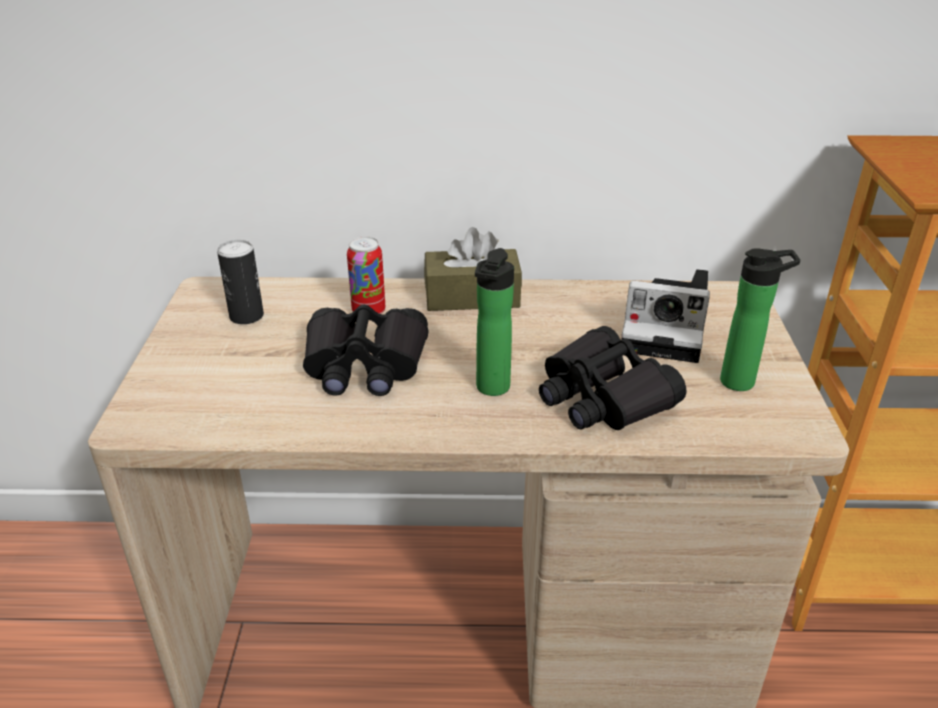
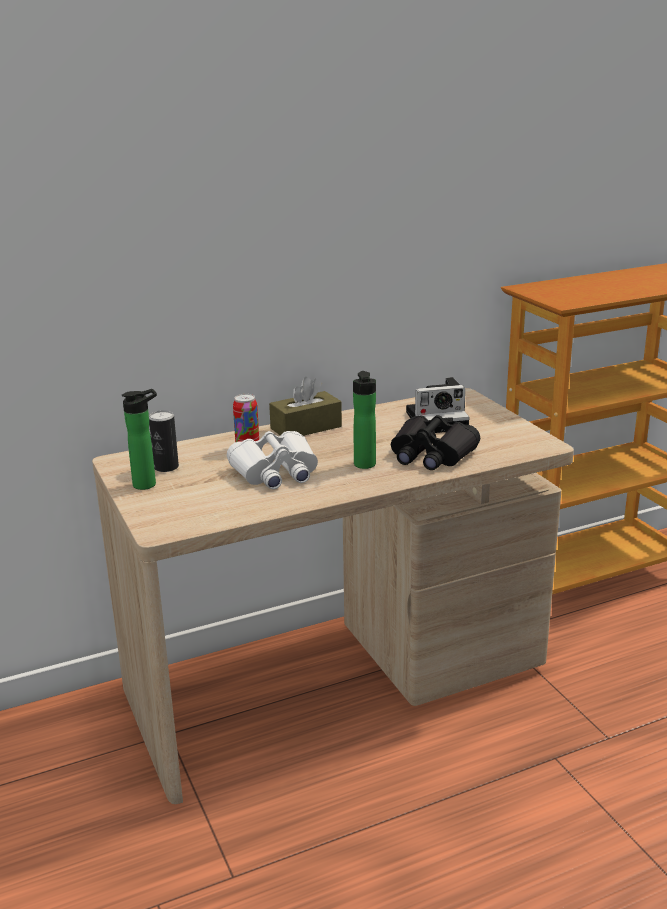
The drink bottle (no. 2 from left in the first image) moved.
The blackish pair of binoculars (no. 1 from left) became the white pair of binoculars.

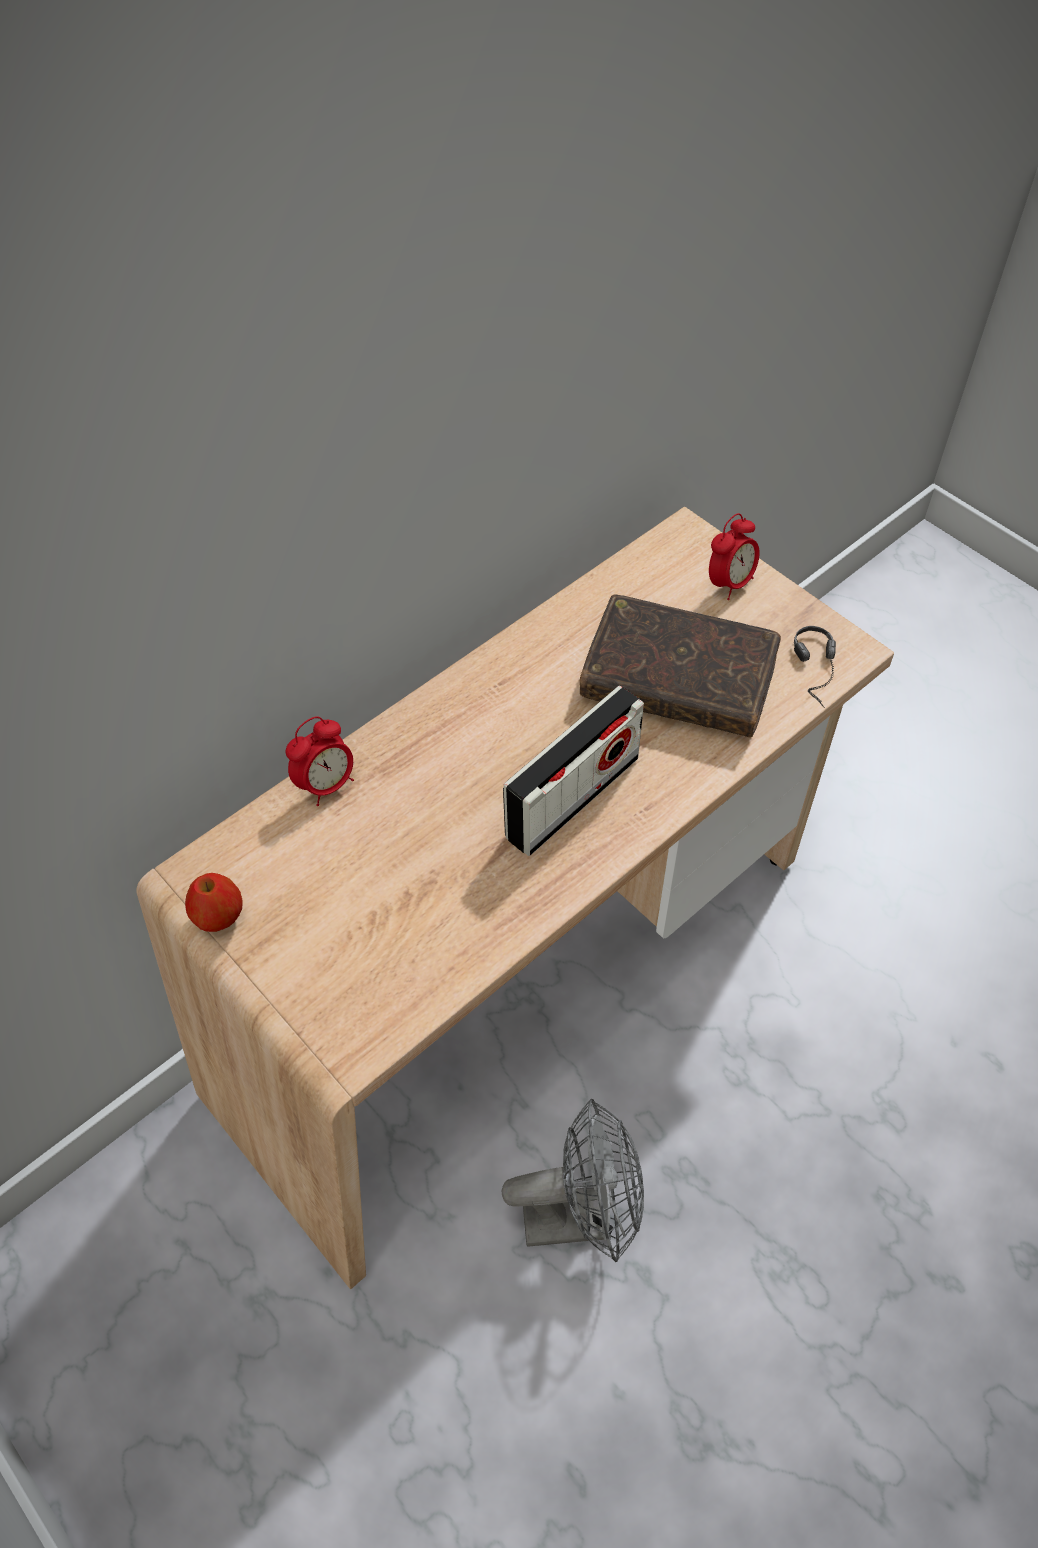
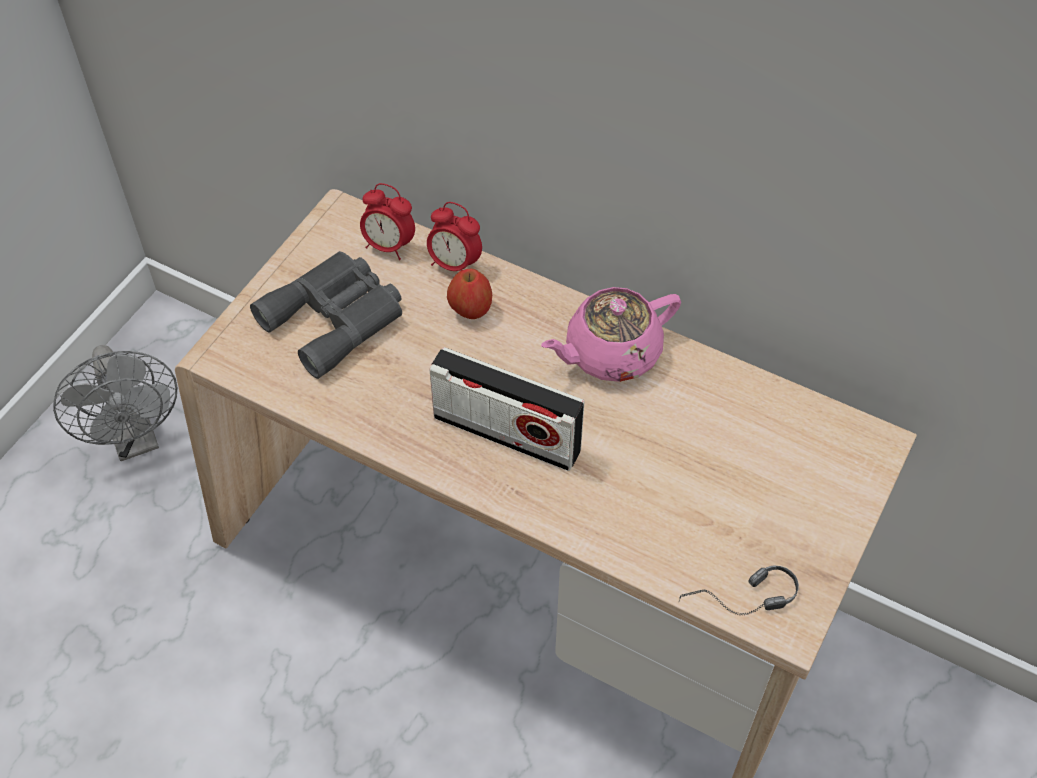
The table clock (no. 2 from left in the first image) moved.
The brownish volume disappeared.
The apple fruit moved.
The grey fan moved.
The grey pair of binoculars appeared.
The pink pot for tea appeared.

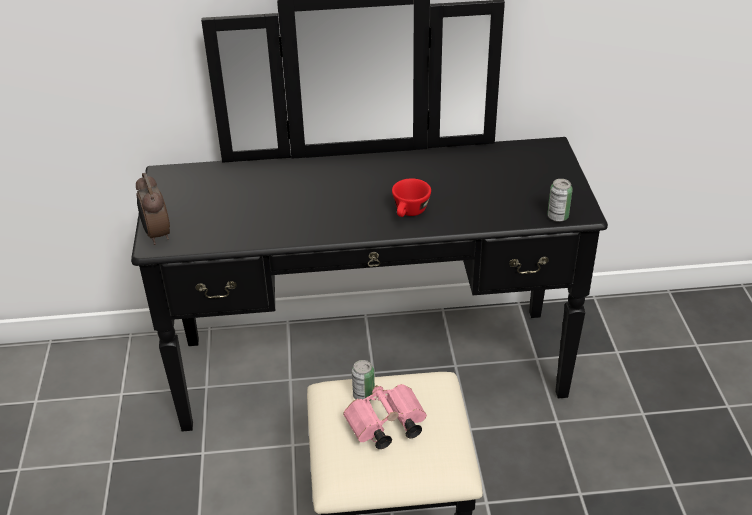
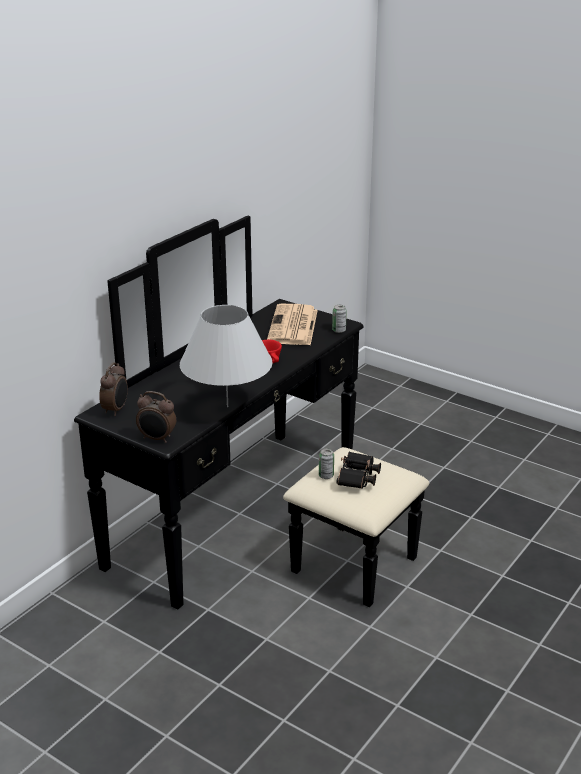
The pink pair of binoculars became the blackish pair of binoculars.
The newspaper appeared.
The white table lamp appeared.
The table clock (no. 1 from left) appeared.

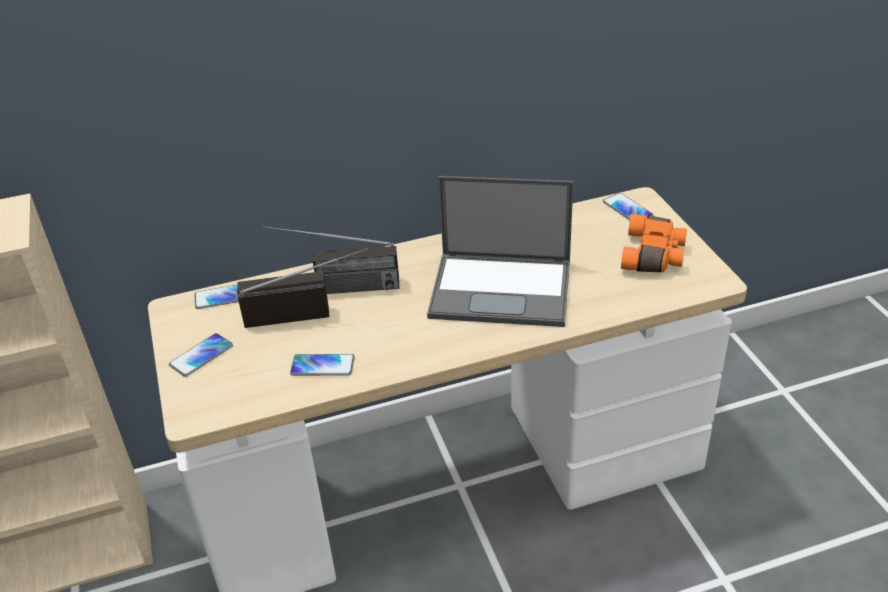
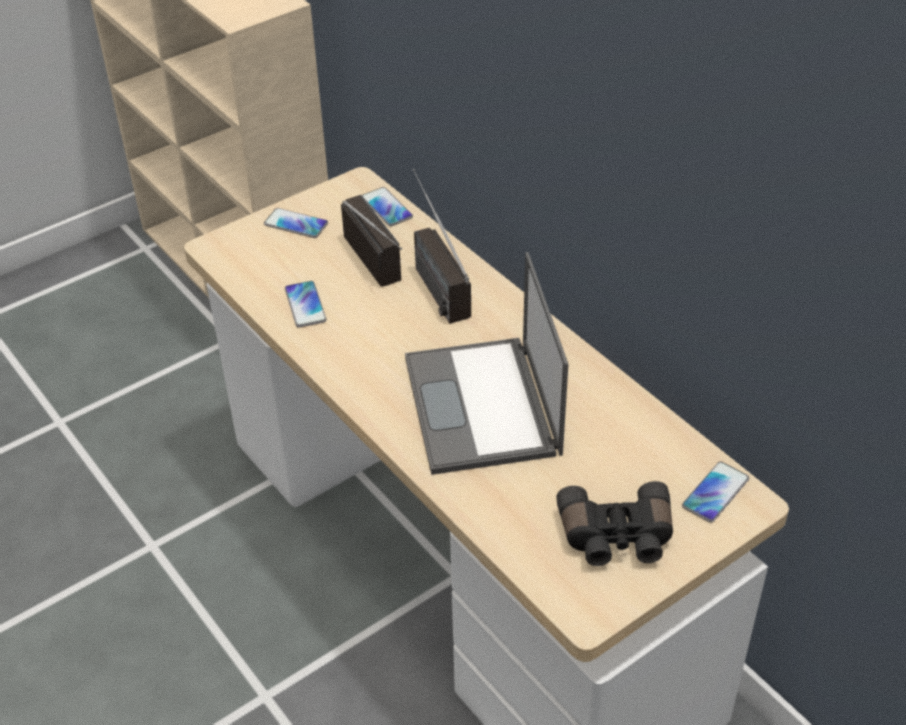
The orange pair of binoculars became the blackish pair of binoculars.

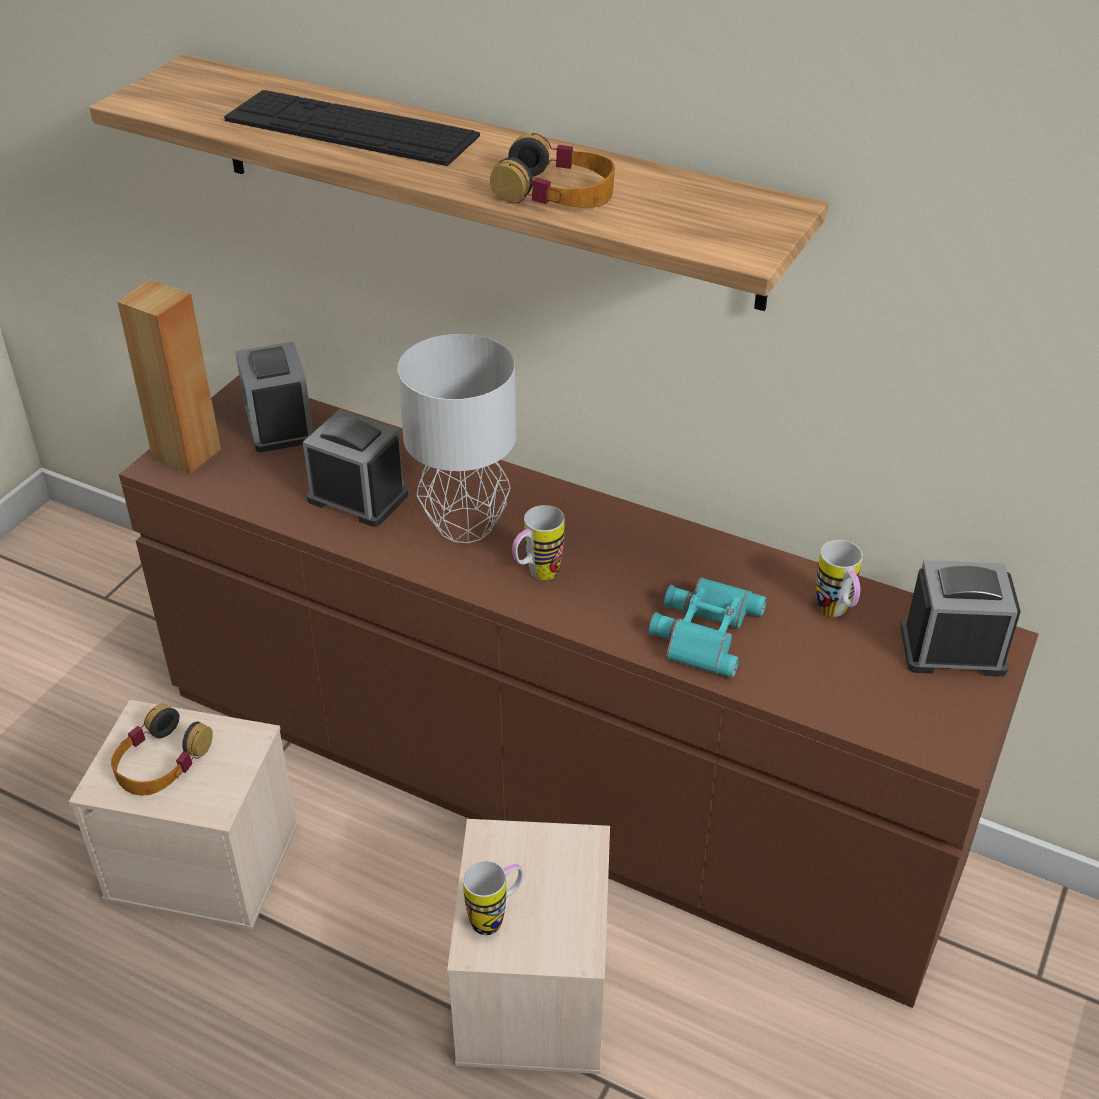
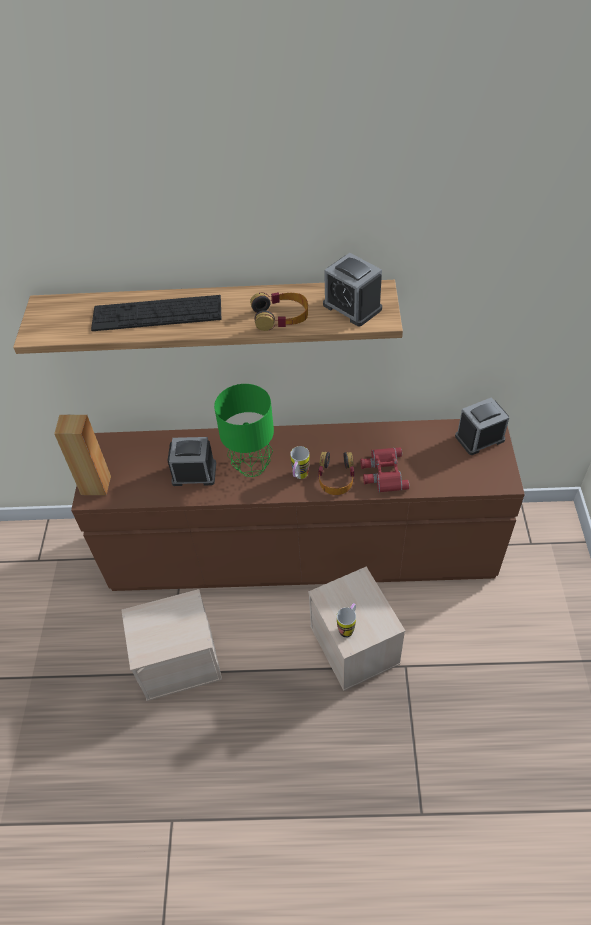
The grey table lamp became the green-coloured table lamp.
The table clock (no. 1 from left in the first image) moved.
The tea mug (no. 3 from left) disappeared.
The blue-green pair of binoculars became the reddish pair of binoculars.
The headphones (no. 1 from left in the first image) moved.

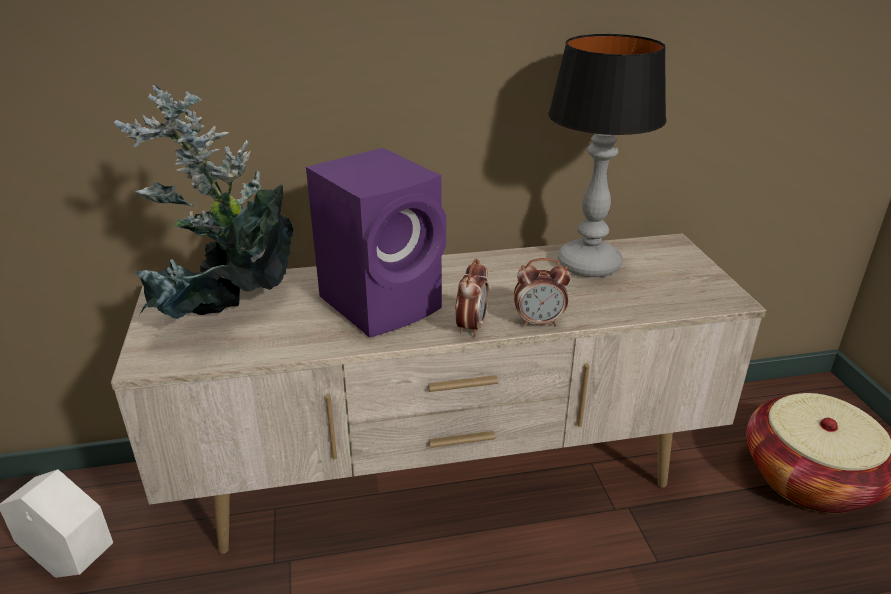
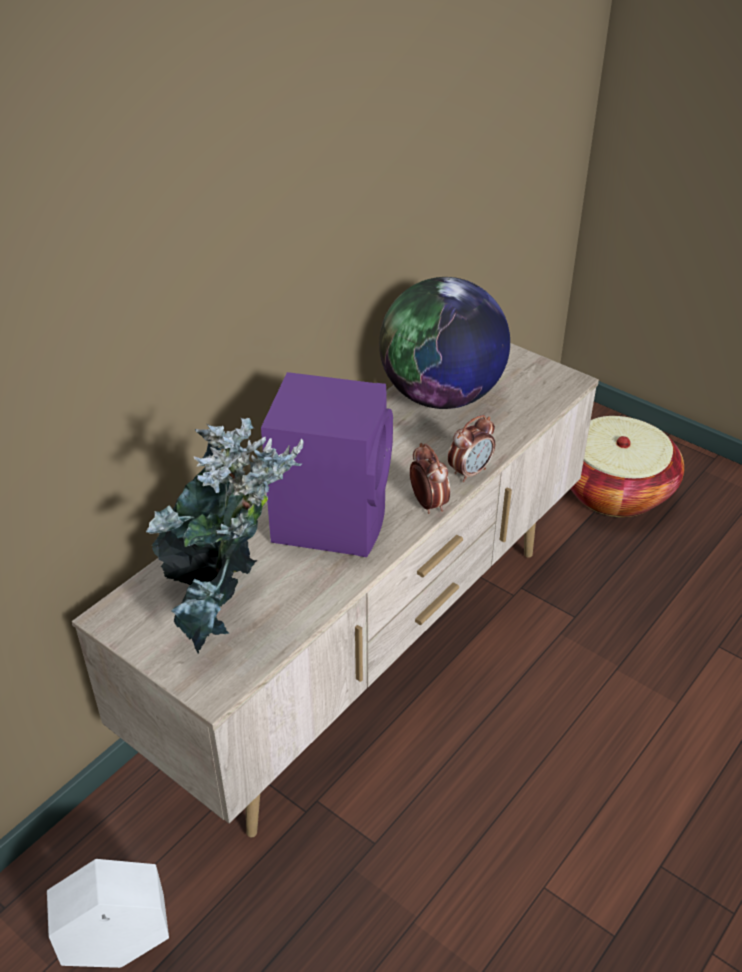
The table lamp was replaced by the world globe.

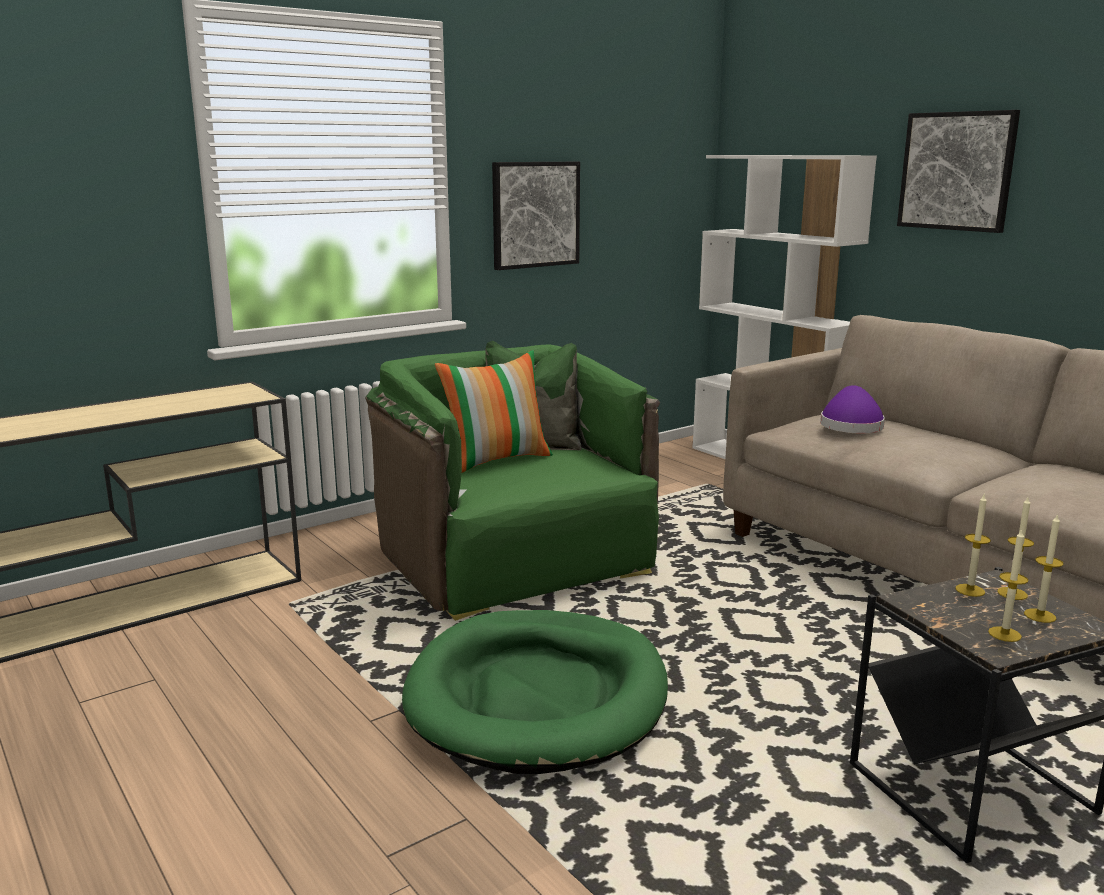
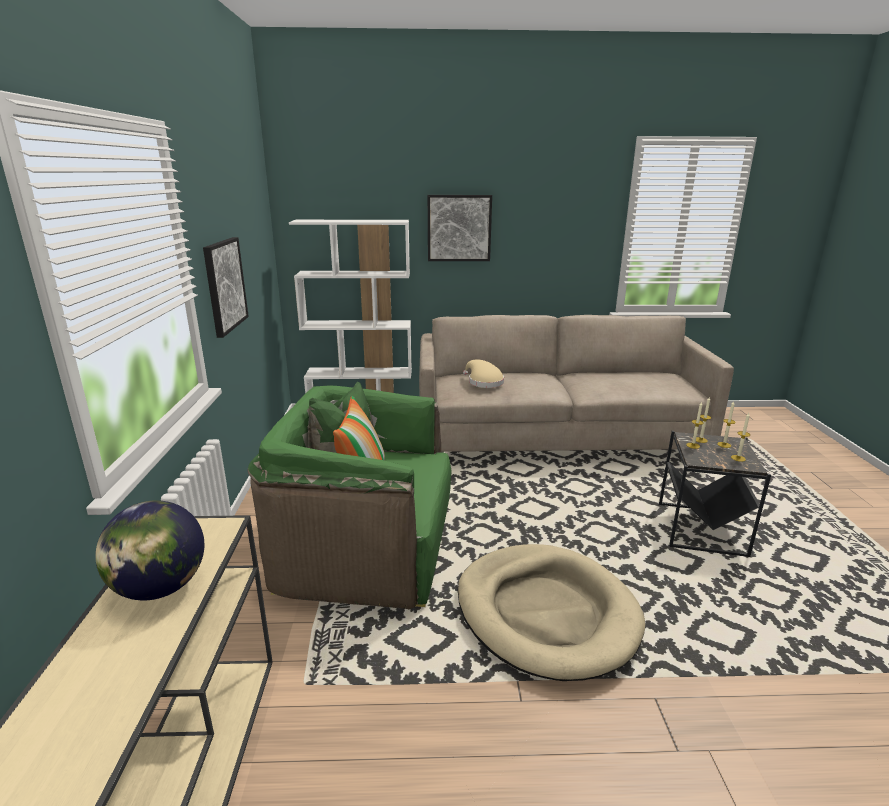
The purple-coloured hat became the beige hat.
The green-coloured pet bed became the beige pet bed.
The world globe appeared.

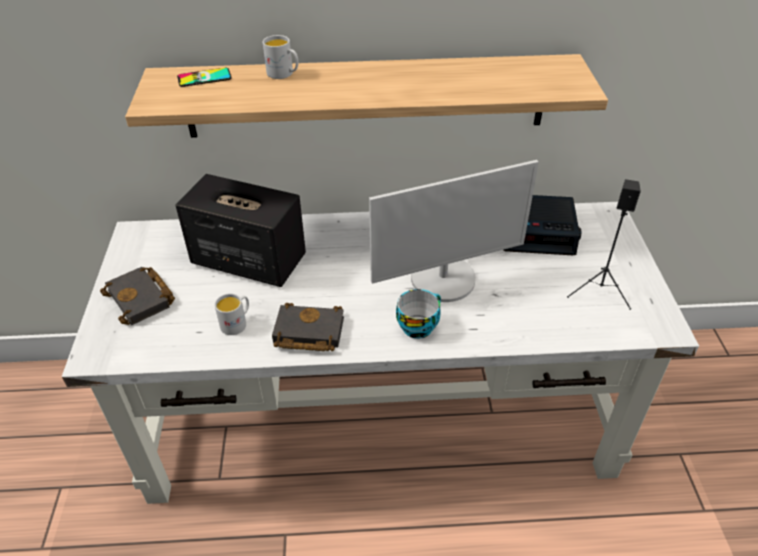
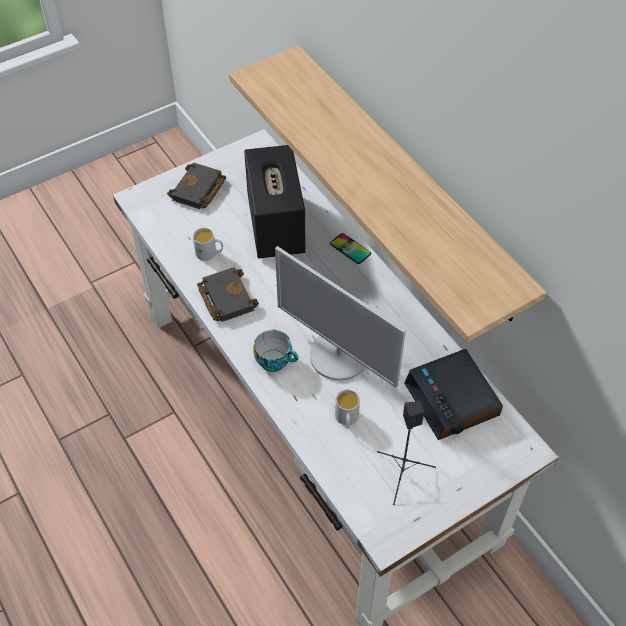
The white tea mug (no. 2 from left) moved.
The handset moved.

